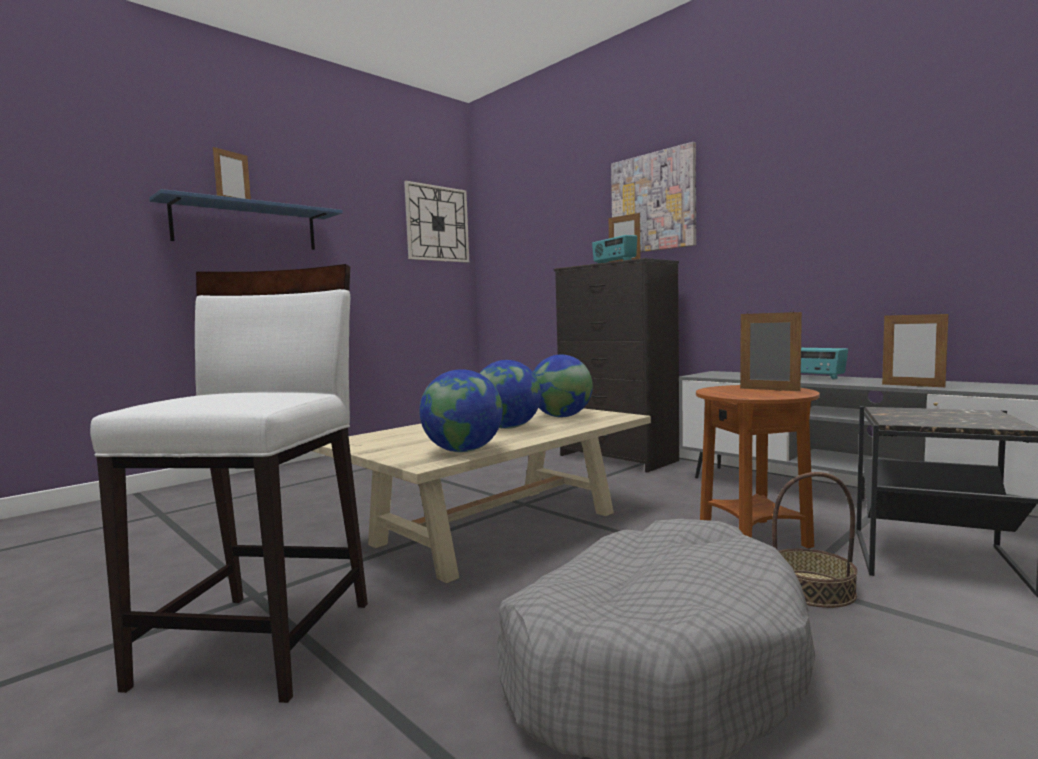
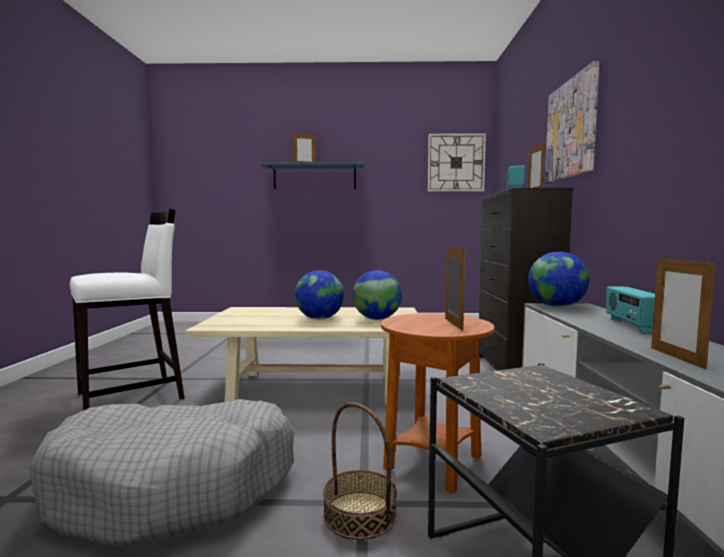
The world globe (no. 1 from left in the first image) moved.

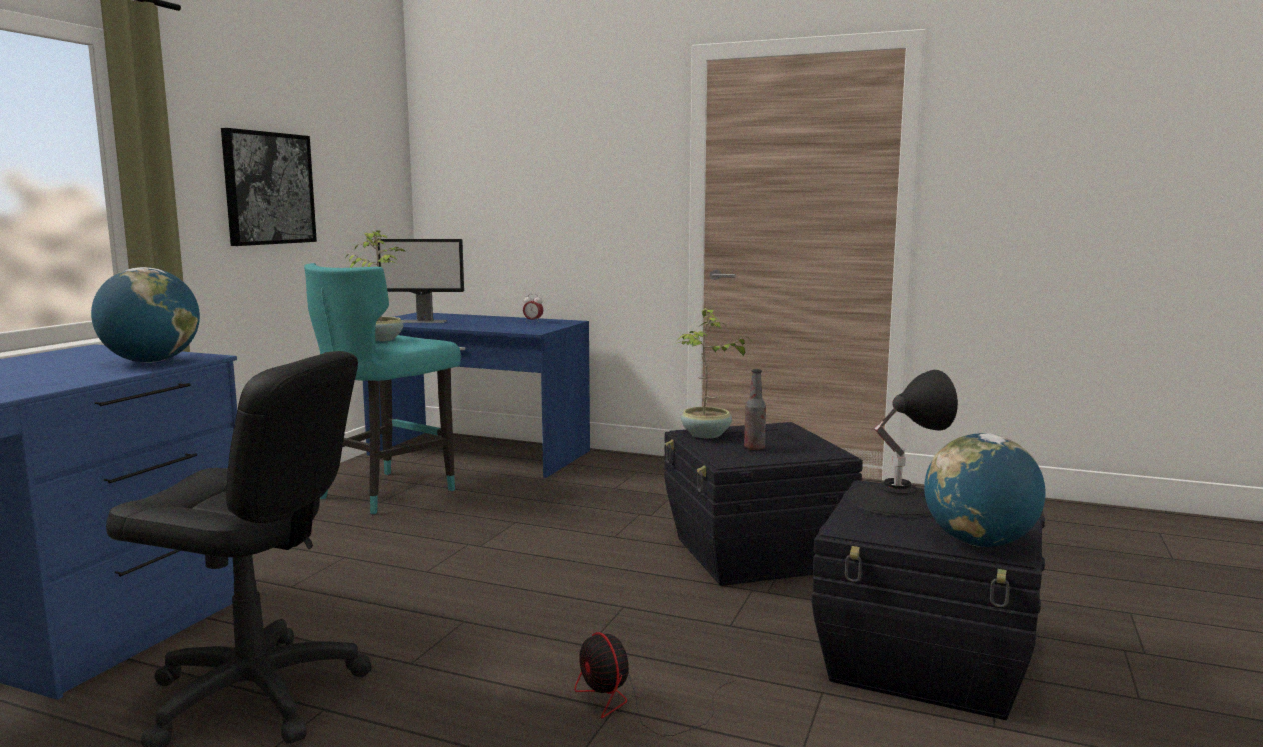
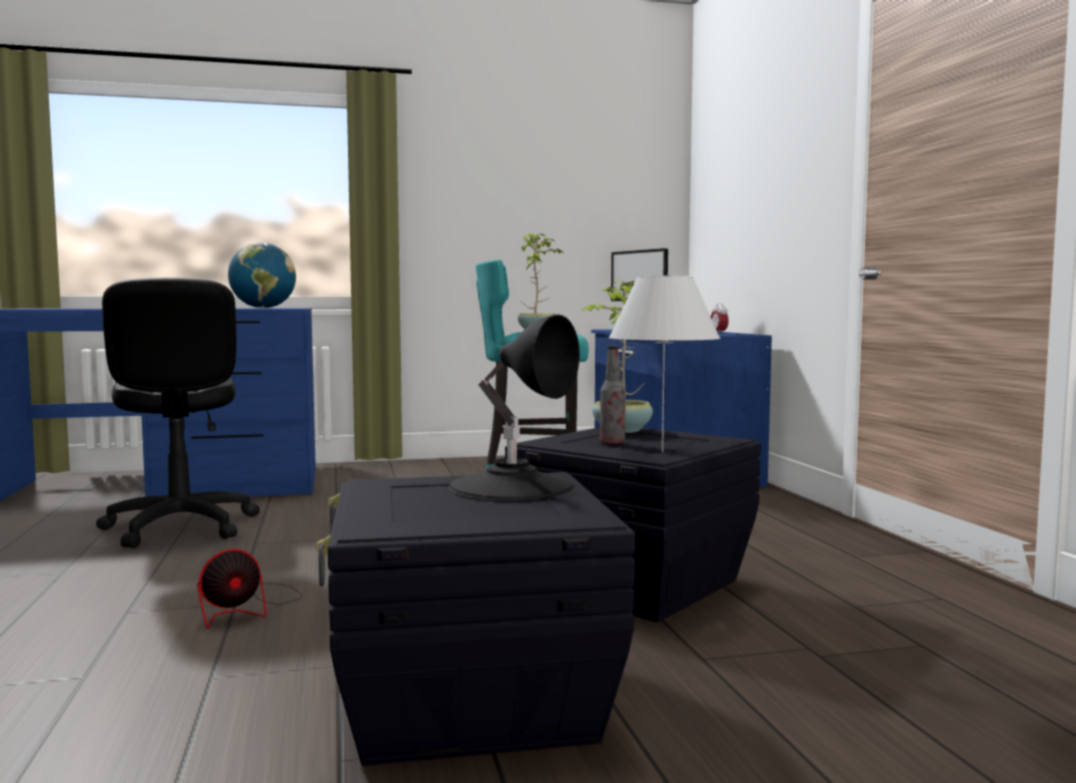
The picture disappeared.
The world globe (no. 2 from left) disappeared.
The fan turned 150 degrees counterclockwise.
The white table lamp appeared.

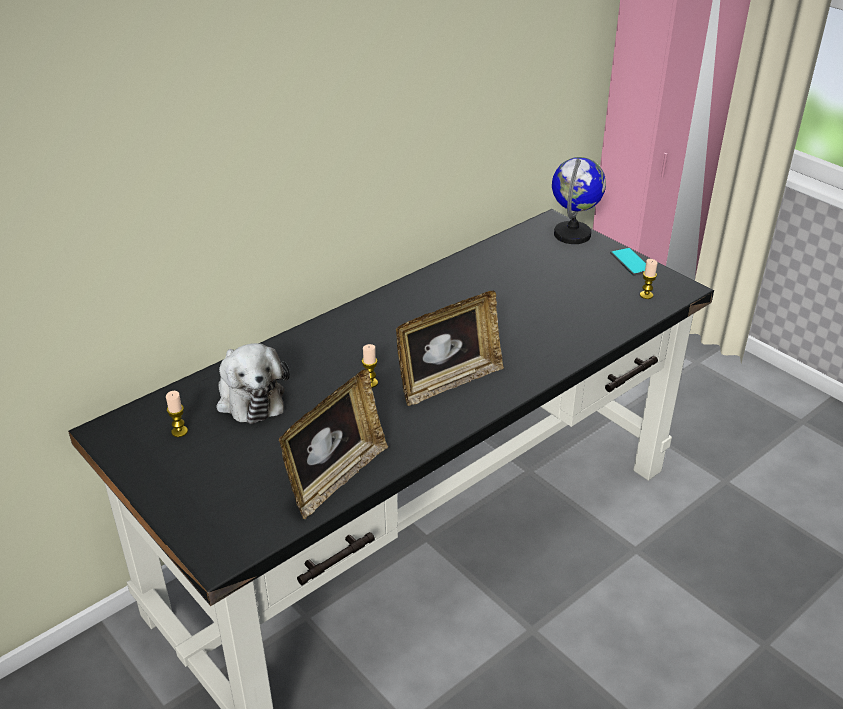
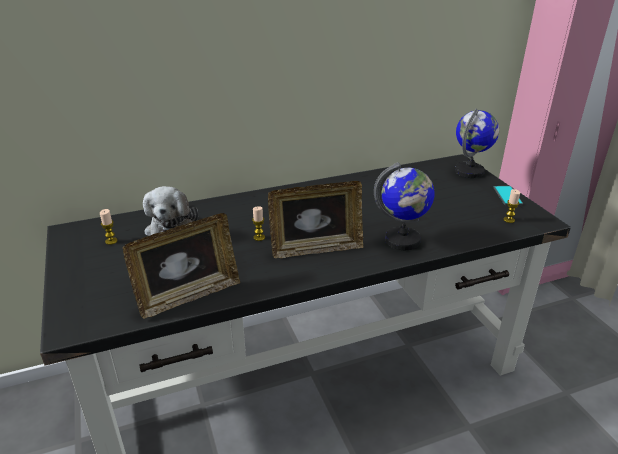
The world globe (no. 1 from left) appeared.

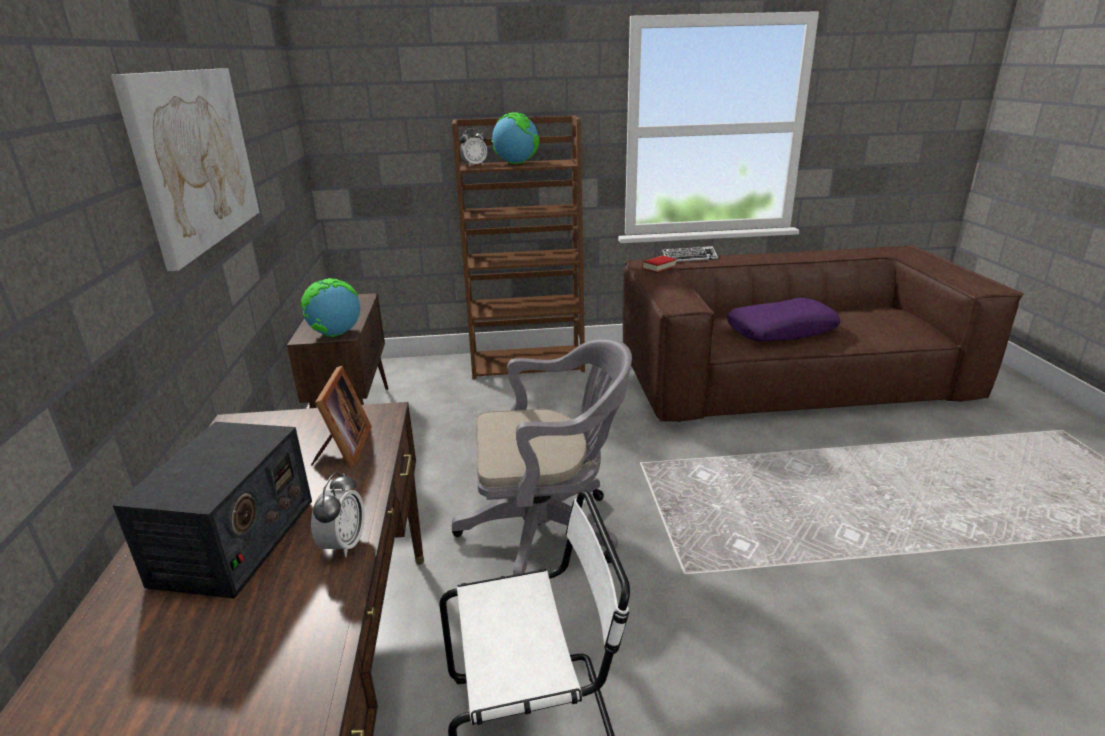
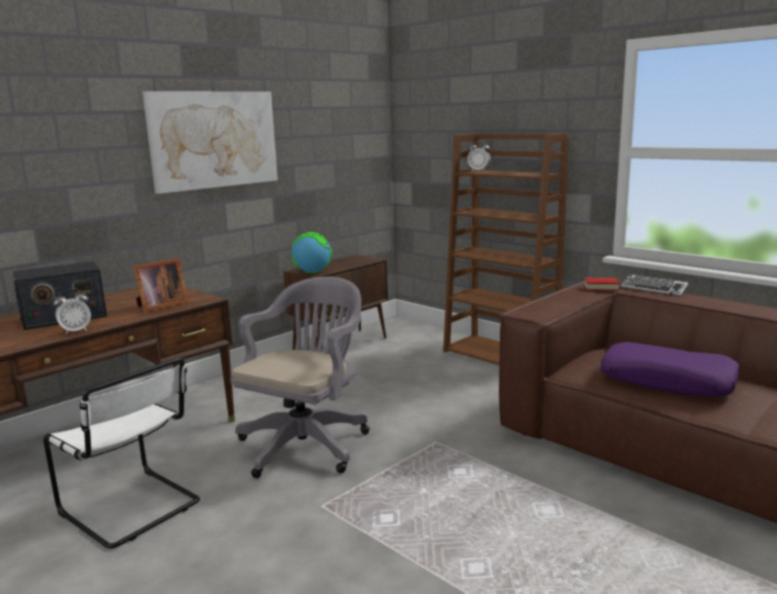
The world globe (no. 2 from left) disappeared.
The grey desk chair turned 105 degrees counterclockwise.

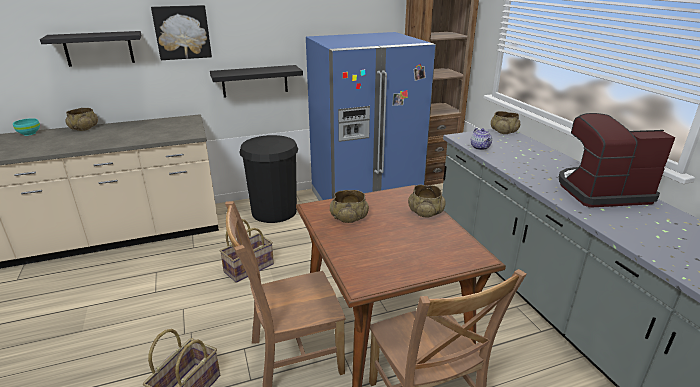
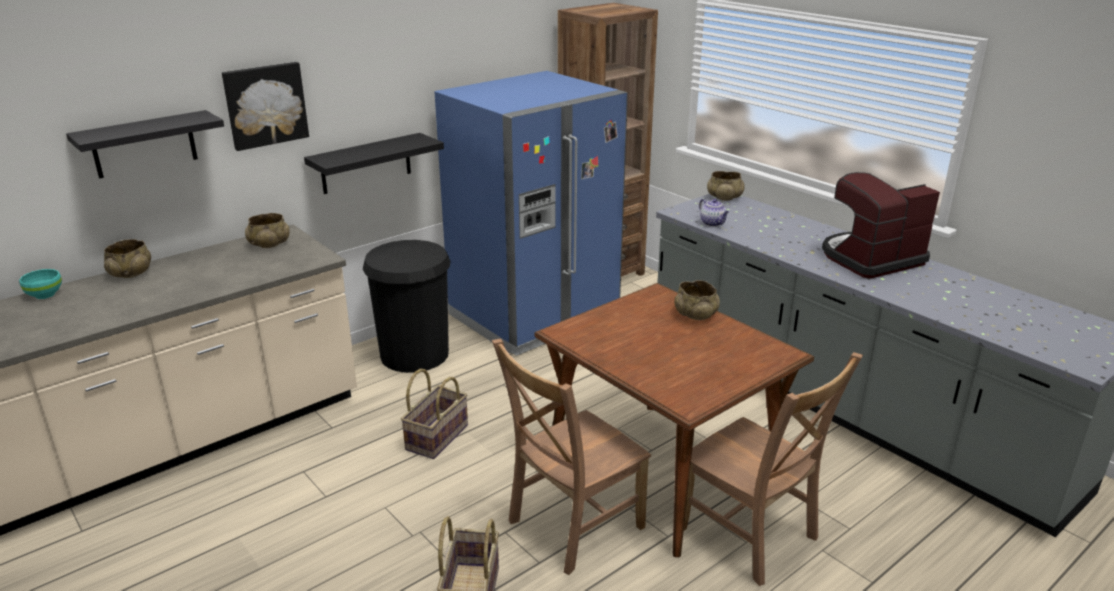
The beige bowl (no. 2 from left) moved.

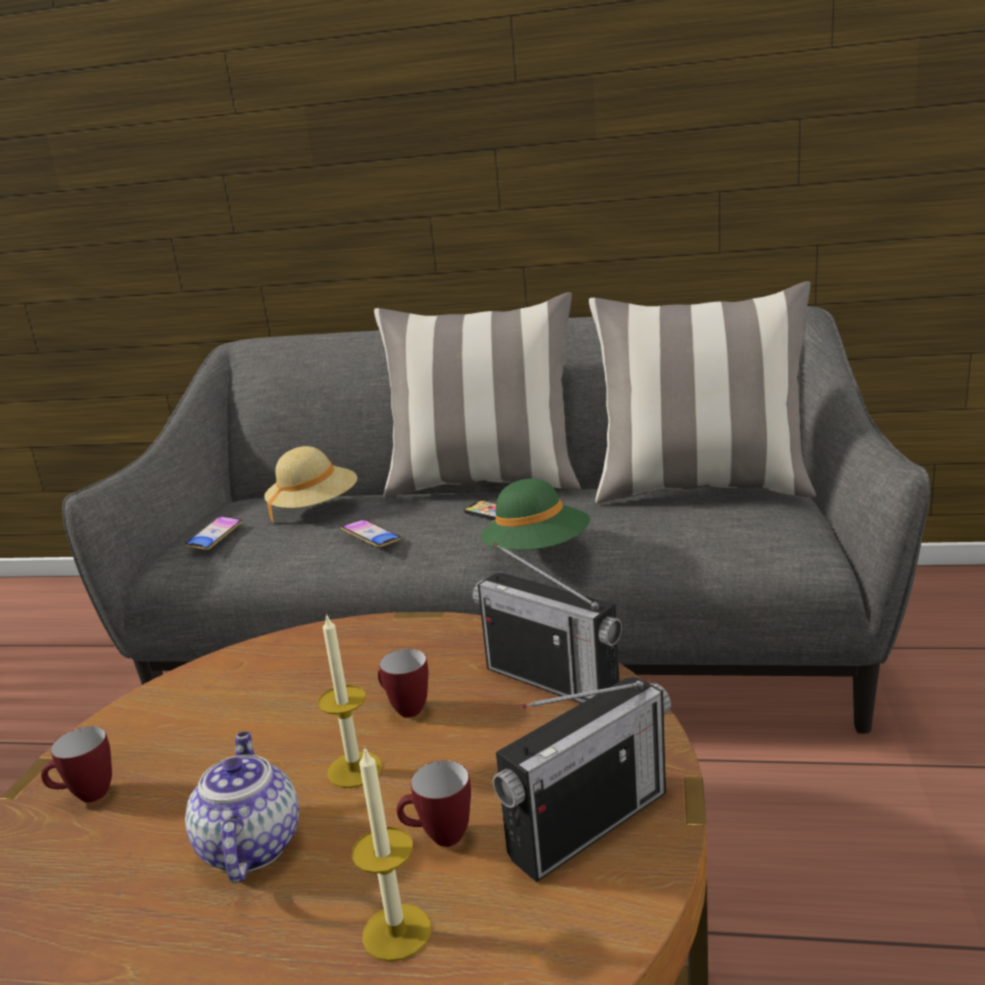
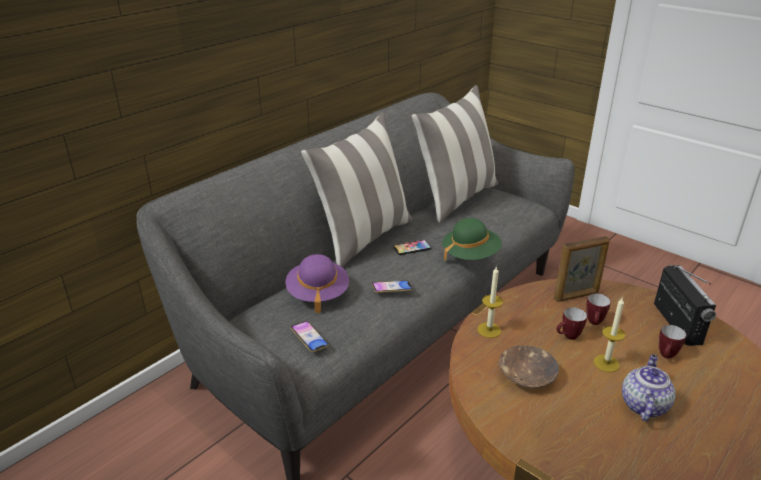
The beige hat became the purple-coloured hat.
The radio (no. 1 from left) was replaced by the photo frame.
The tea mug (no. 1 from left in the first image) moved.
The pot for tea turned 90 degrees clockwise.
The wax light (no. 2 from left in the first image) moved.
The brownish bowl appeared.

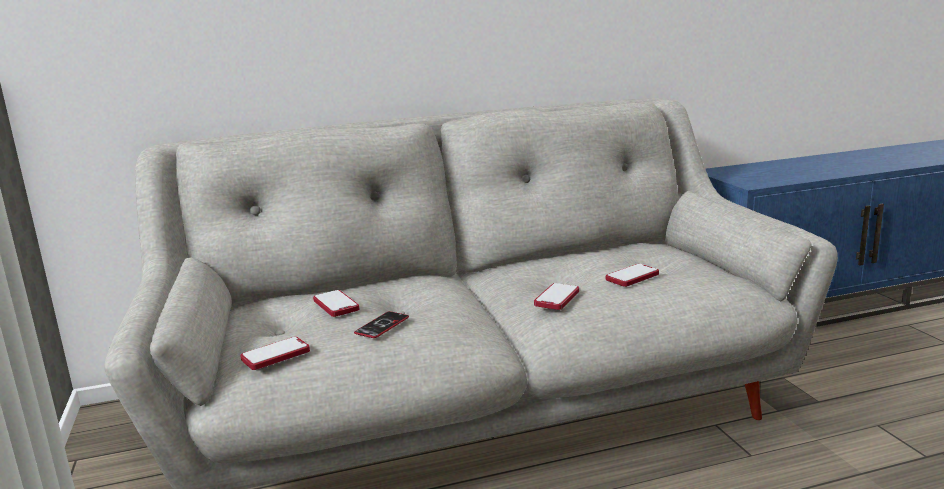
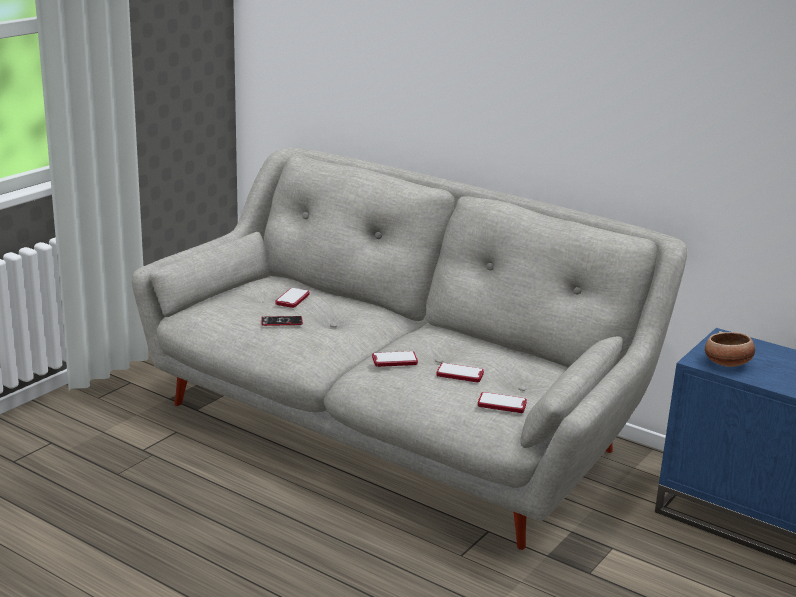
The handset (no. 1 from left in the first image) moved.
The bowl appeared.

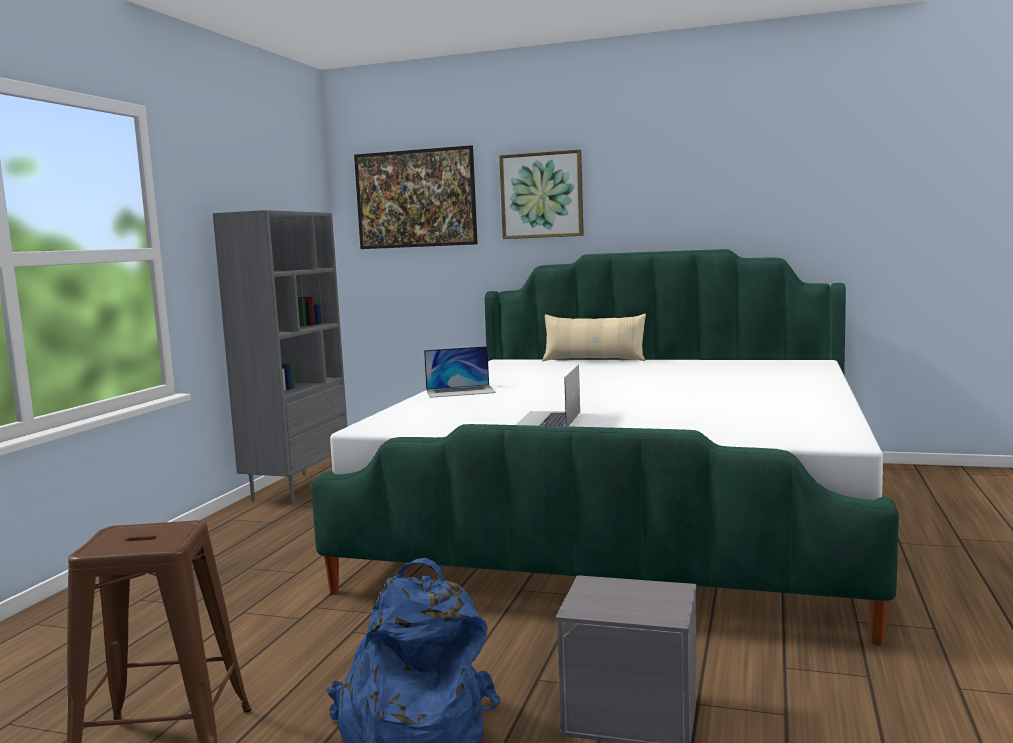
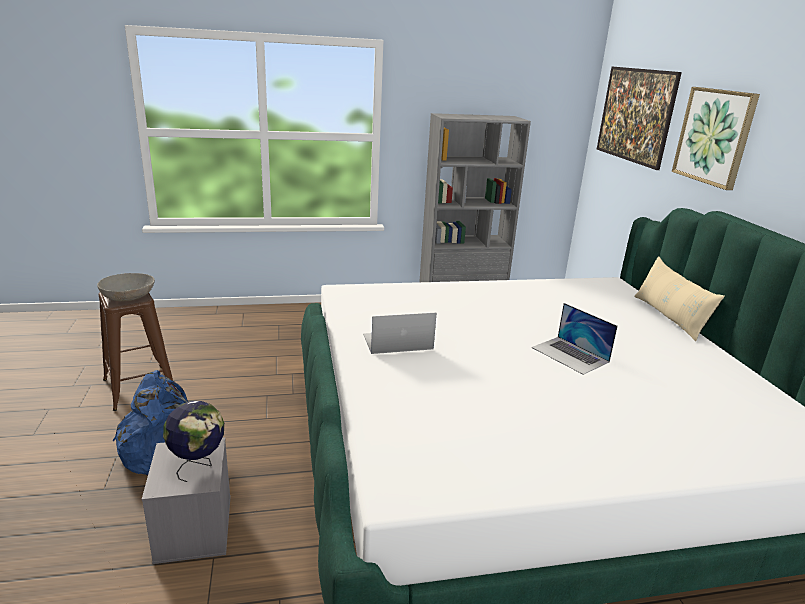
The portable computer (no. 1 from left in the first image) moved.
The grey bowl appeared.
The world globe appeared.

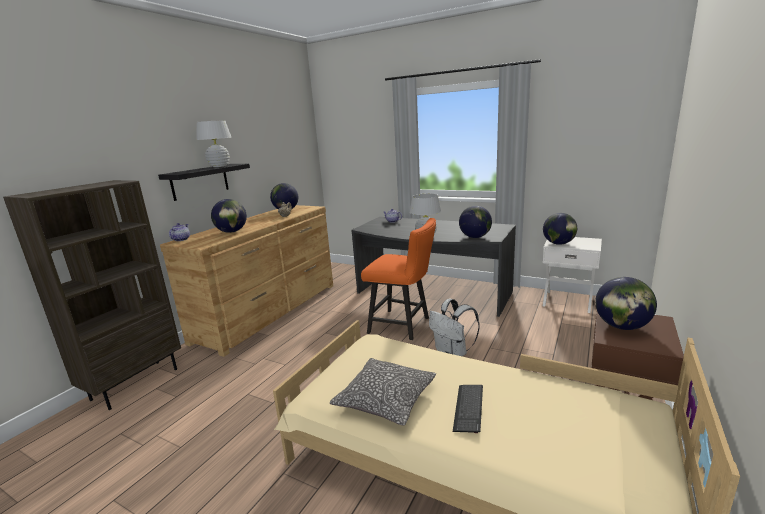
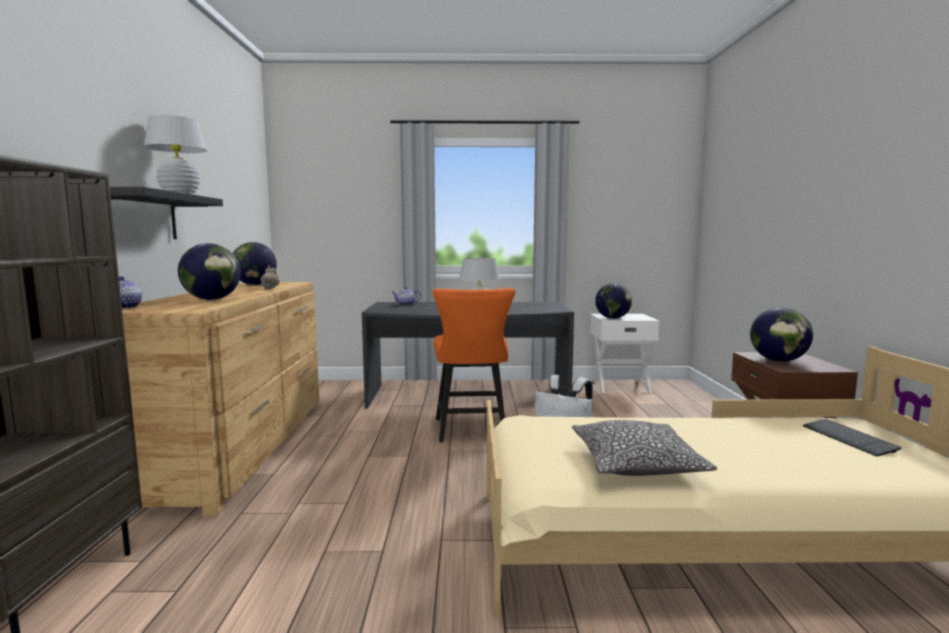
The world globe (no. 3 from left) disappeared.
The orange chair turned 90 degrees clockwise.
The computer keyboard moved.

